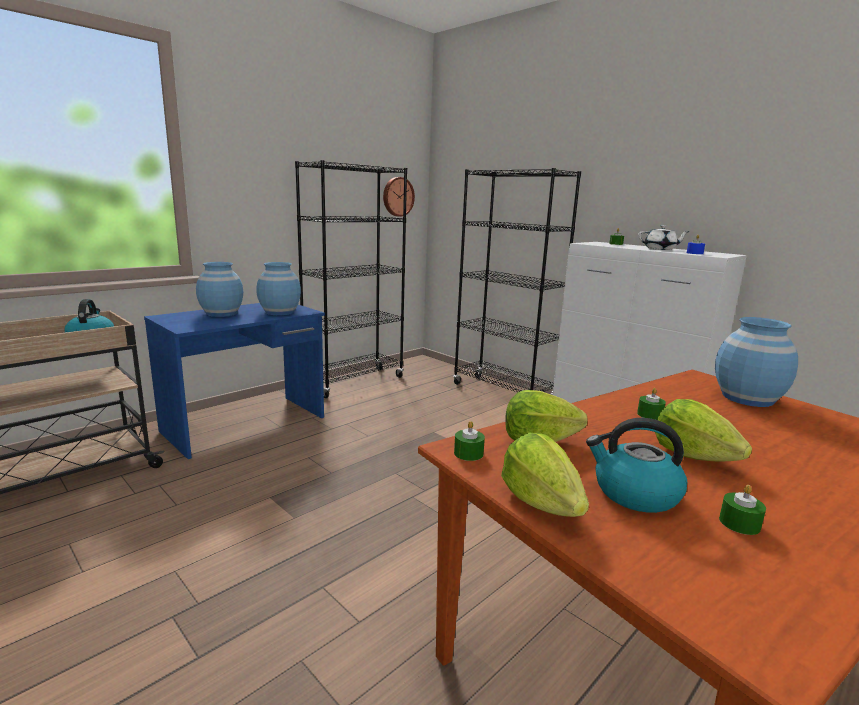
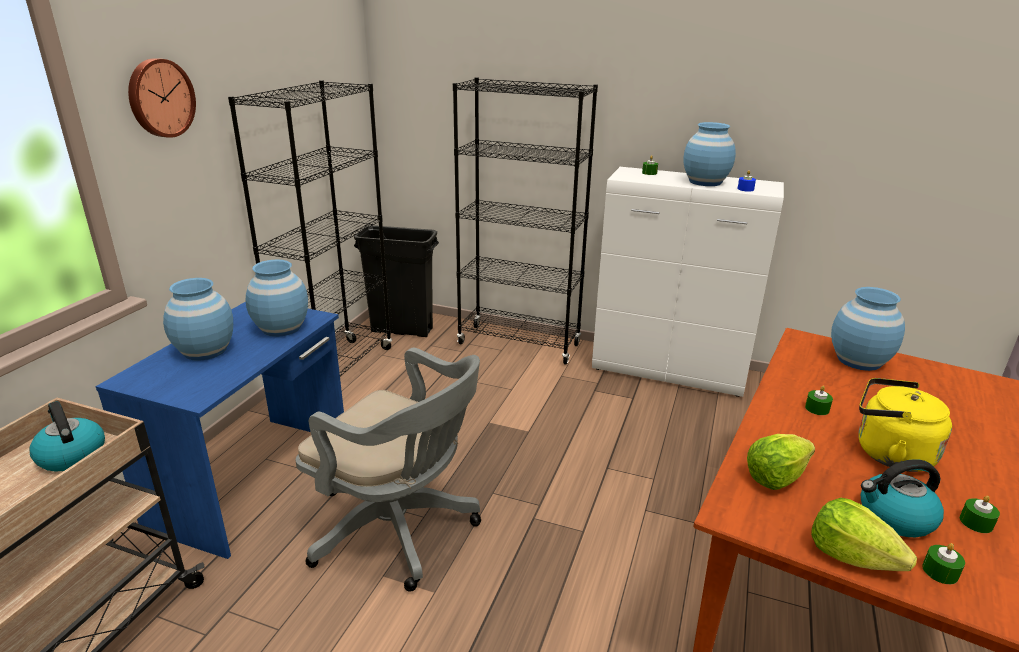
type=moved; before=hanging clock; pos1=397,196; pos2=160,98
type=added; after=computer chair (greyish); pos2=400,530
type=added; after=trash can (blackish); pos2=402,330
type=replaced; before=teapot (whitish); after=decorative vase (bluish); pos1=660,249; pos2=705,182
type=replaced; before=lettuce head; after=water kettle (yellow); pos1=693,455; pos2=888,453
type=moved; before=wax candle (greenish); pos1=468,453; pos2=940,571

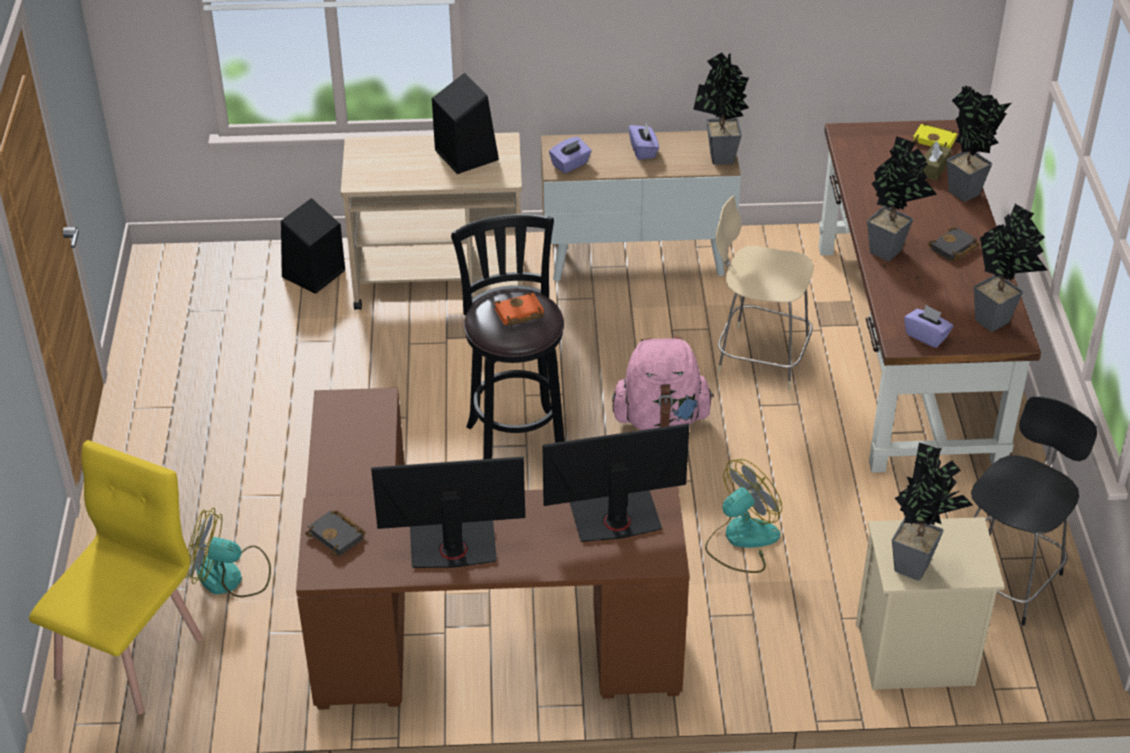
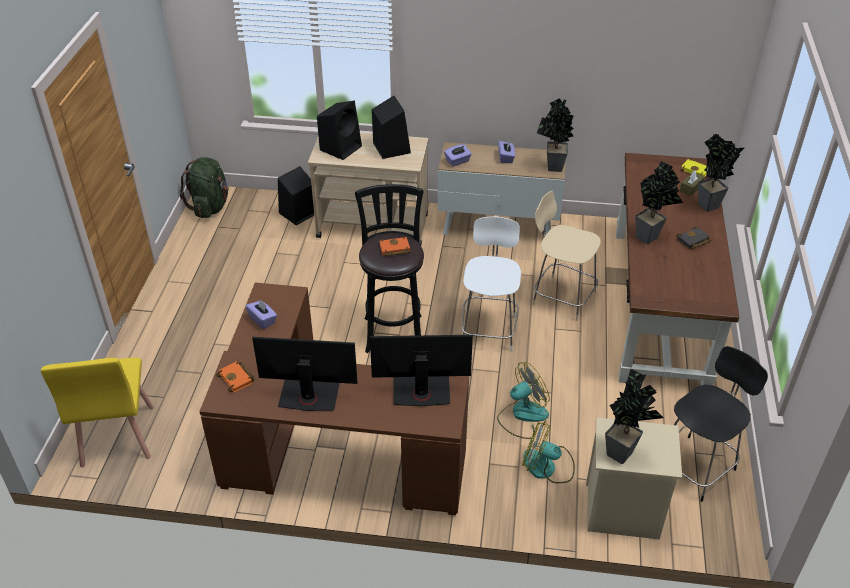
type=turned; before=plain chair (yellow); pos1=131,657; pos2=117,436; turn=135
type=added; after=rucksack (greenish); pos2=210,207
type=recoloured; before=volume (blackish); after=volume (orange); pos1=338,536; pos2=237,379
type=moved; before=tissue holder (purple); pos1=926,336; pos2=262,320
type=added; after=loudspeaker (blackish); pos2=341,147
type=replaced; before=rucksack (pink-coloured); after=plain chair (whitish); pos1=661,418; pos2=489,329
type=moved; before=cooling fan; pos1=230,577; pos2=547,467
type=removed; before=houseplant; pos1=998,320

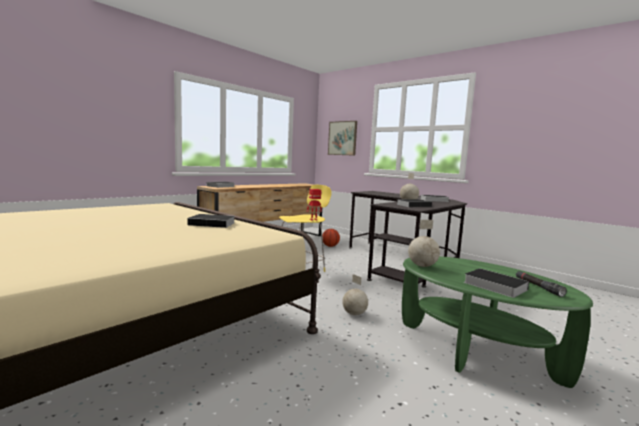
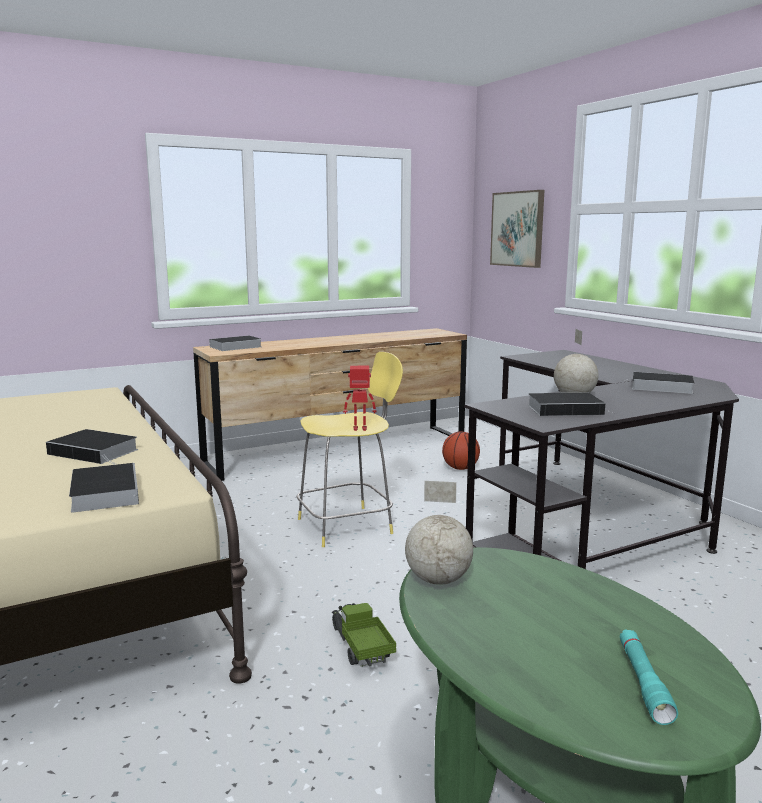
type=moved; before=volume; pos1=492,285; pos2=104,492
type=replaced; before=globe; after=toy lorry; pos1=354,314; pos2=360,647
type=recoloured; before=hand torch (blackish); after=hand torch (turquoise-coloured); pos1=538,287; pos2=643,682

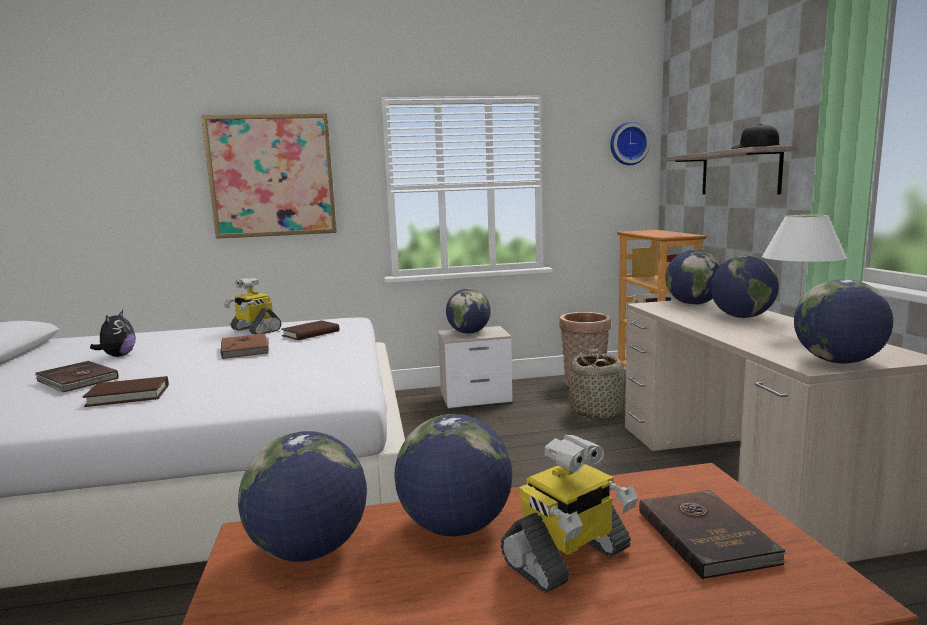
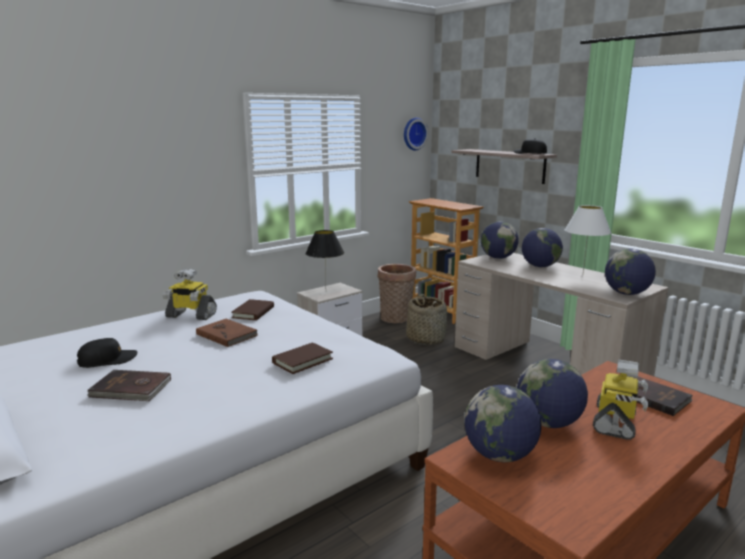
type=replaced; before=plush toy; after=baseball cap (blackish); pos1=118,356; pos2=107,360
type=moved; before=volume (brownish); pos1=128,395; pos2=302,361
type=replaced; before=globe; after=tabletop lamp (blackish); pos1=469,332; pos2=326,291
type=removed; before=picture; pos1=272,176

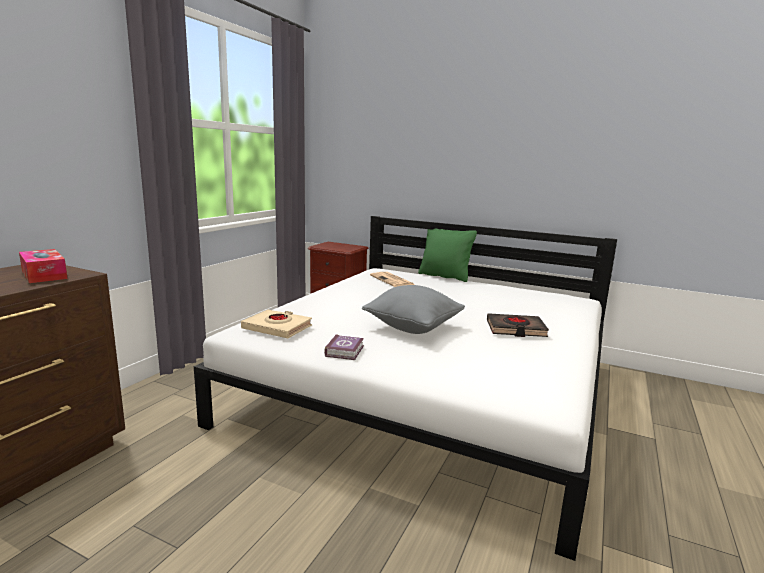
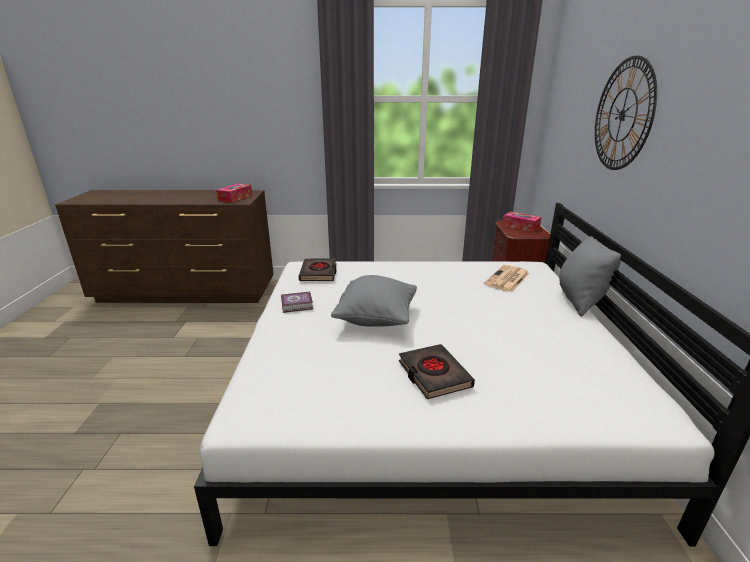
type=recoloured; before=volume (beige); after=volume (blackish); pos1=277,328; pos2=319,273
type=added; after=tissue holder; pos2=520,226
type=recoloured; before=pillow (greenish); after=pillow (greyish); pos1=444,276; pos2=579,300
type=added; after=hanging clock; pos2=622,115

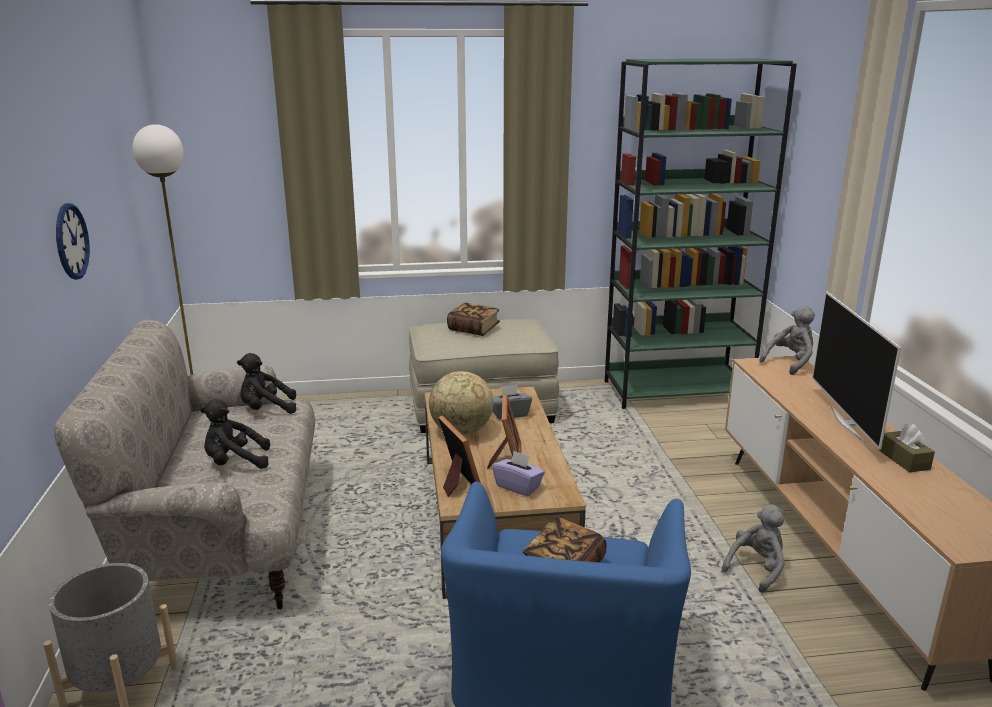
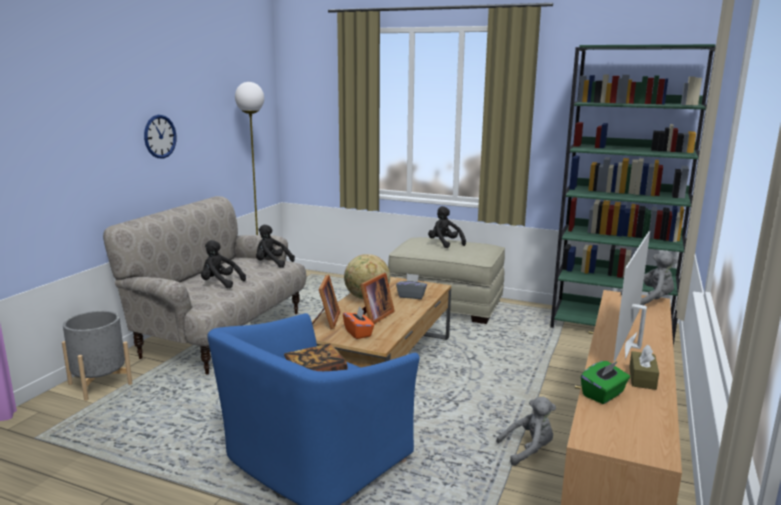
type=recoloured; before=tissue holder (purple); after=tissue holder (orange); pos1=518,486; pos2=358,333
type=replaced; before=volume; after=plush toy (blackish); pos1=473,329; pos2=444,244
type=added; after=tissue holder (greenish); pos2=603,394

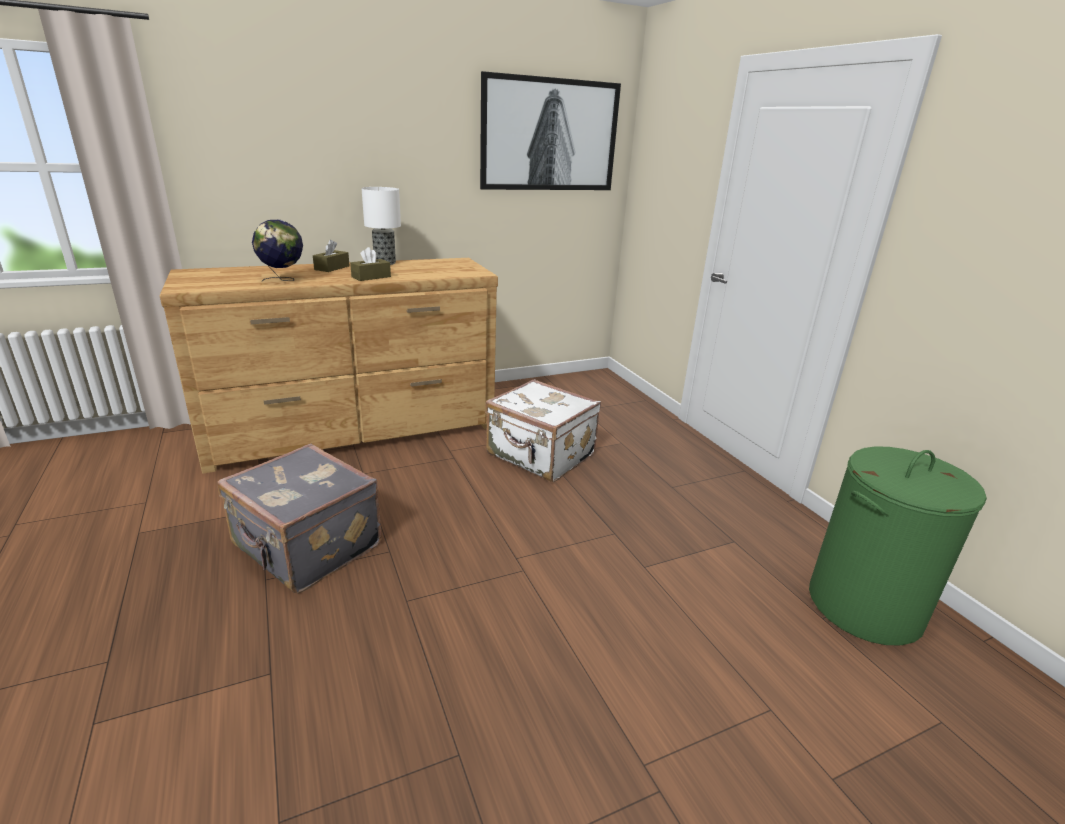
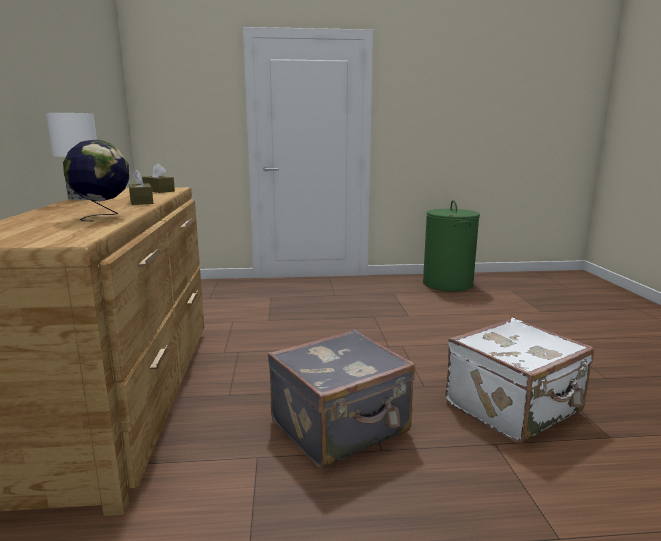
type=moved; before=tissue holder (brownish); pos1=332,268; pos2=159,191
type=moved; before=travel case (whitish); pos1=540,456; pos2=515,408
type=removed; before=picture; pos1=550,135

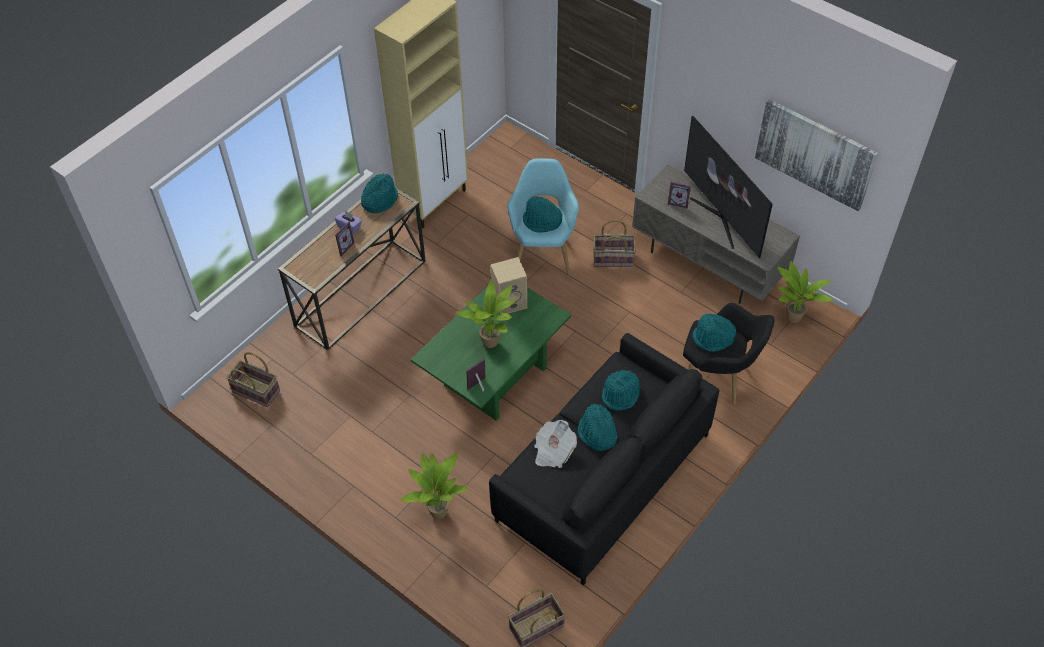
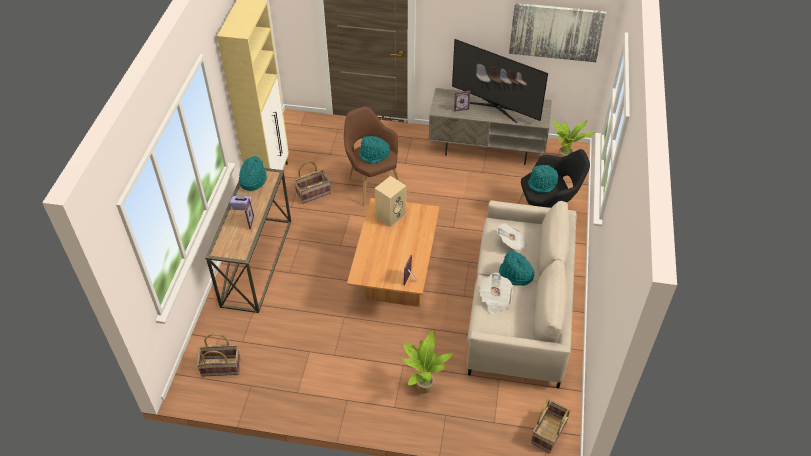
type=moved; before=household basket; pos1=613,258; pos2=313,193
type=recoloured; before=armchair (turquoise-coloured); after=armchair (brownish); pos1=543,251; pos2=372,182
type=recoloured; before=low table (greenish); after=low table (brownish); pos1=493,374; pos2=395,276
type=recoloured; before=settee (blackish); after=settee (beige); pos1=602,477; pos2=518,311
type=replaced; before=clothing hat (turquoise-coloured); after=daily paper; pos1=621,395; pos2=512,243
type=removed; before=houseplant; pos1=492,344

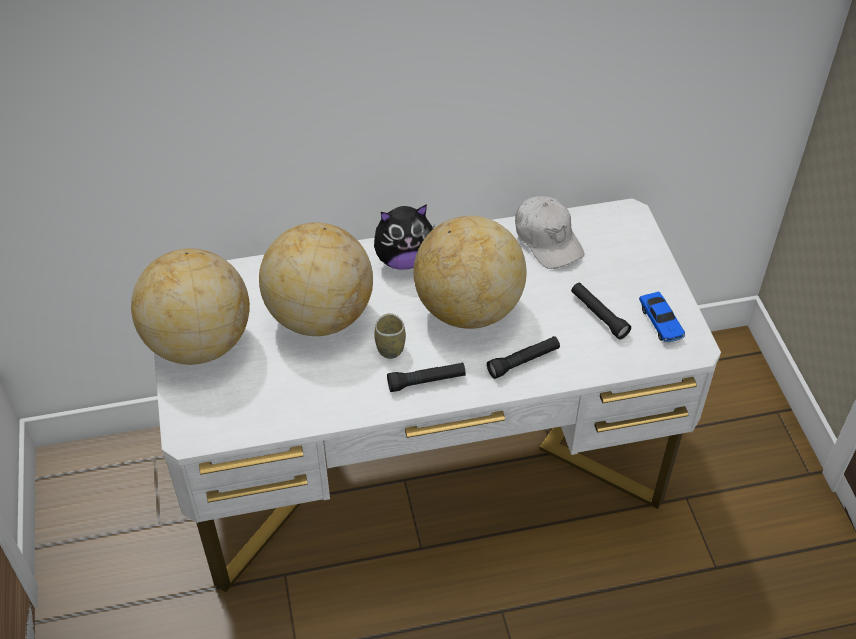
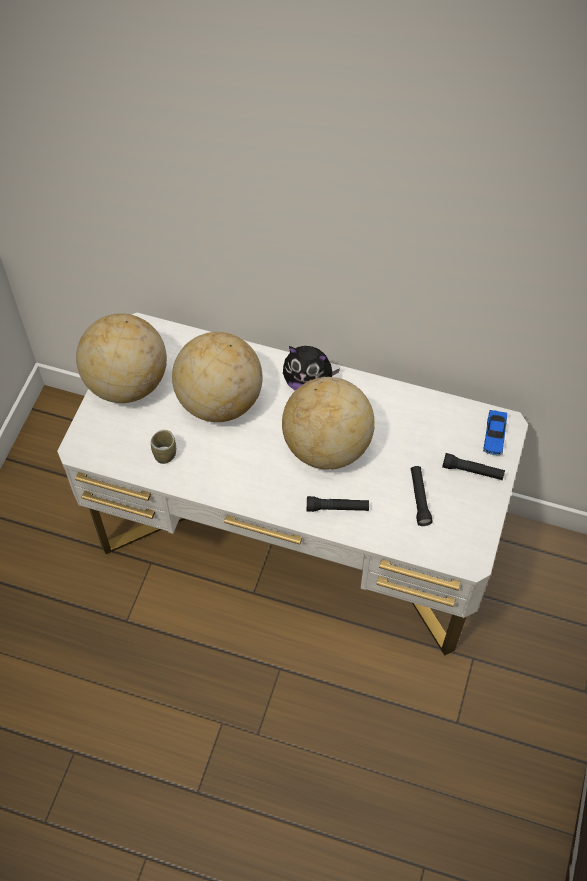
type=moved; before=cup; pos1=390,348; pos2=165,454
type=moved; before=hand torch (blackish); pos1=426,381; pos2=472,471
type=moved; before=model car; pos1=660,322; pos2=494,436
type=removed; before=baseball cap (whitish); pos1=547,240

